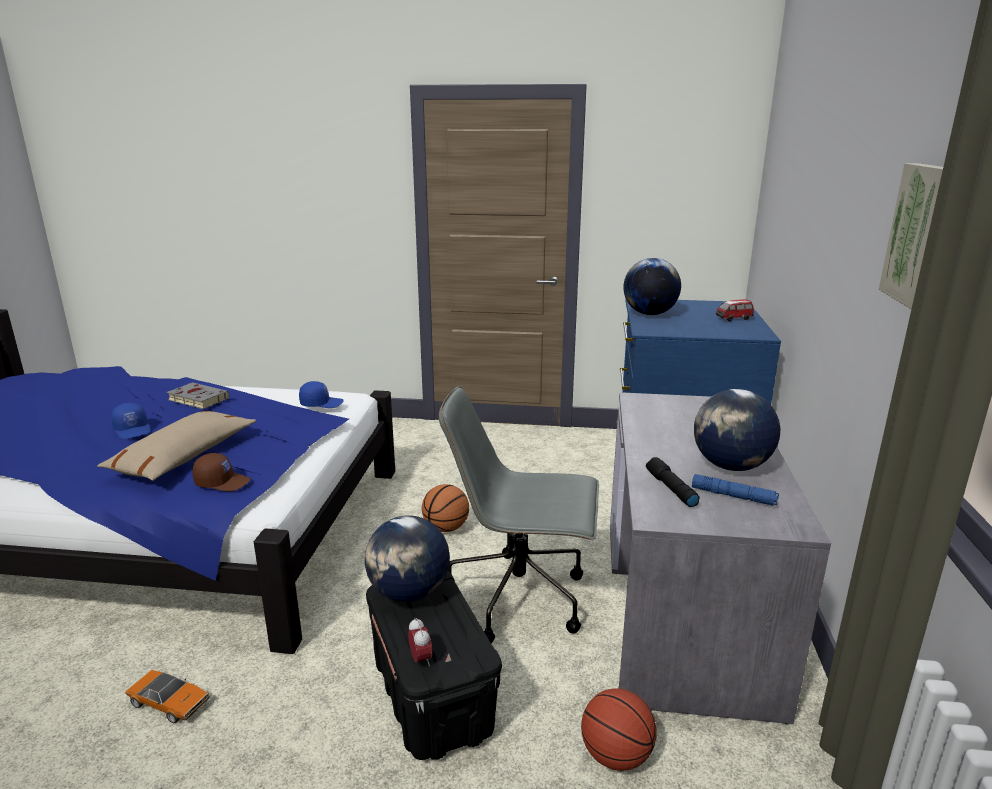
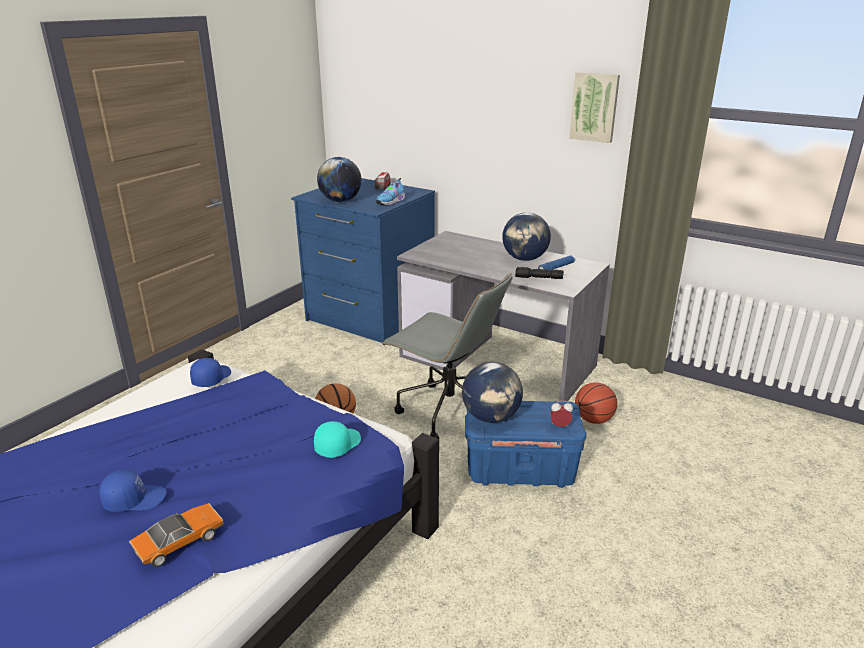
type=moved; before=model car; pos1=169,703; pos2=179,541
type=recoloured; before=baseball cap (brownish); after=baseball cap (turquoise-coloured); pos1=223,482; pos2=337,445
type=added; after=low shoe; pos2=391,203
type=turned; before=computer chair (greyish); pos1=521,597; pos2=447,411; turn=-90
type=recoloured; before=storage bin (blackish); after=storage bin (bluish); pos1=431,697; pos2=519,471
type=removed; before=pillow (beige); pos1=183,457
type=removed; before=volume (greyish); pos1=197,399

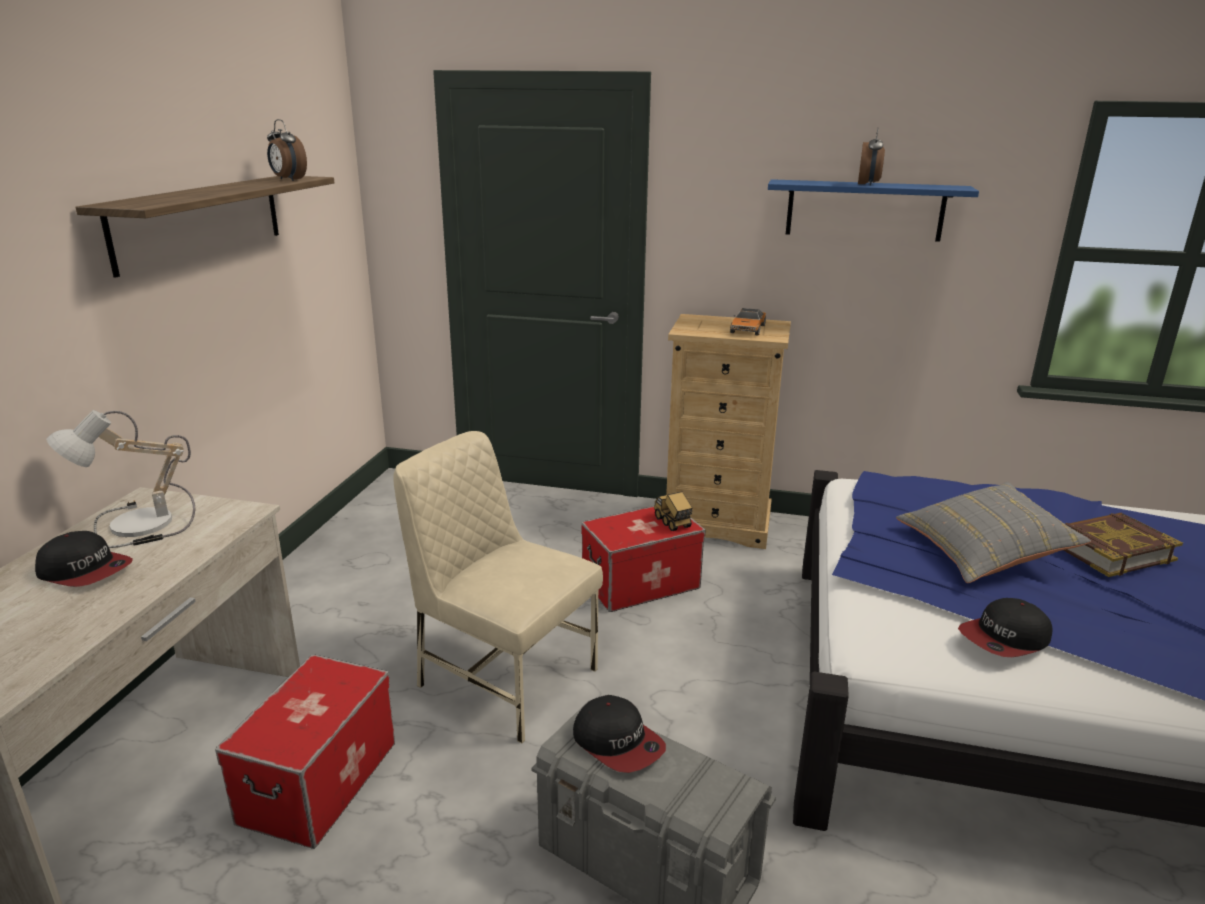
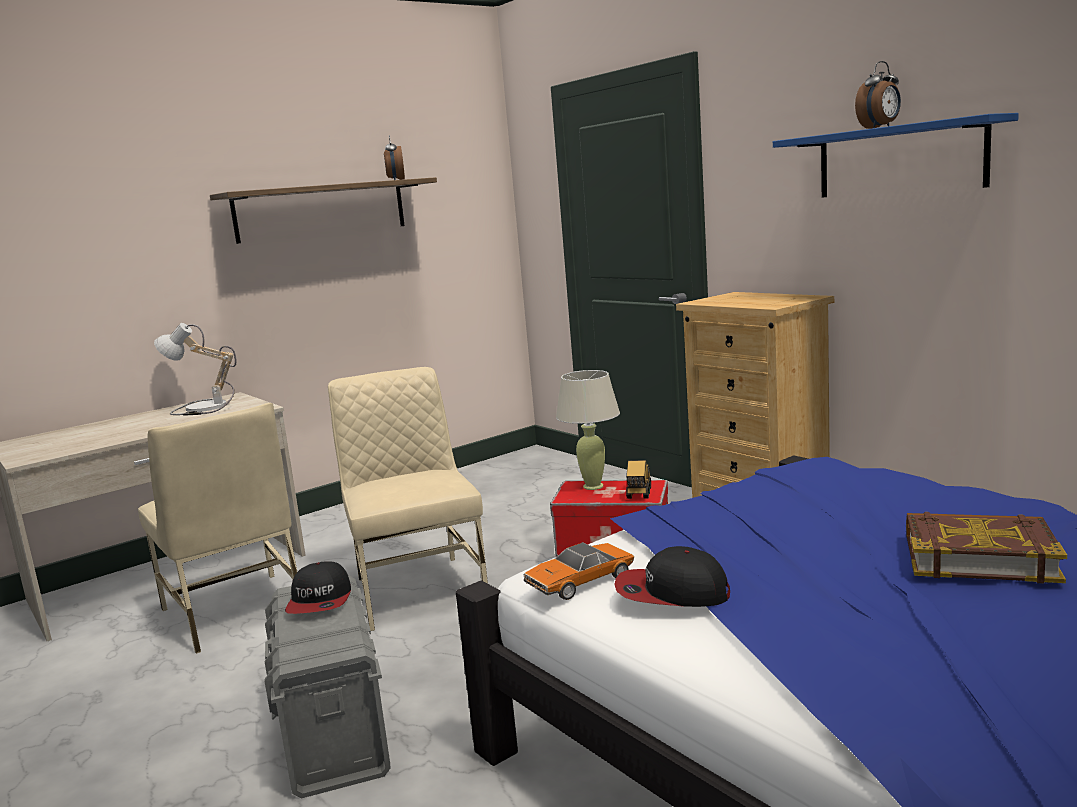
type=replaced; before=storage bin; after=plain chair (beige); pos1=319,782; pos2=235,613
type=moved; before=model car; pos1=747,329; pos2=580,582
type=added; after=tabletop lamp (beige); pos2=593,486
type=removed; before=baseball cap; pos1=85,570
type=removed; before=pillow (greyish); pos1=982,553

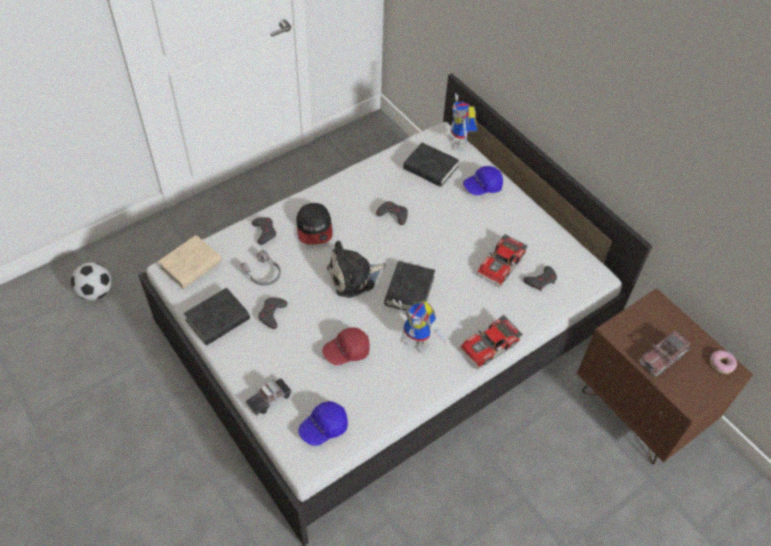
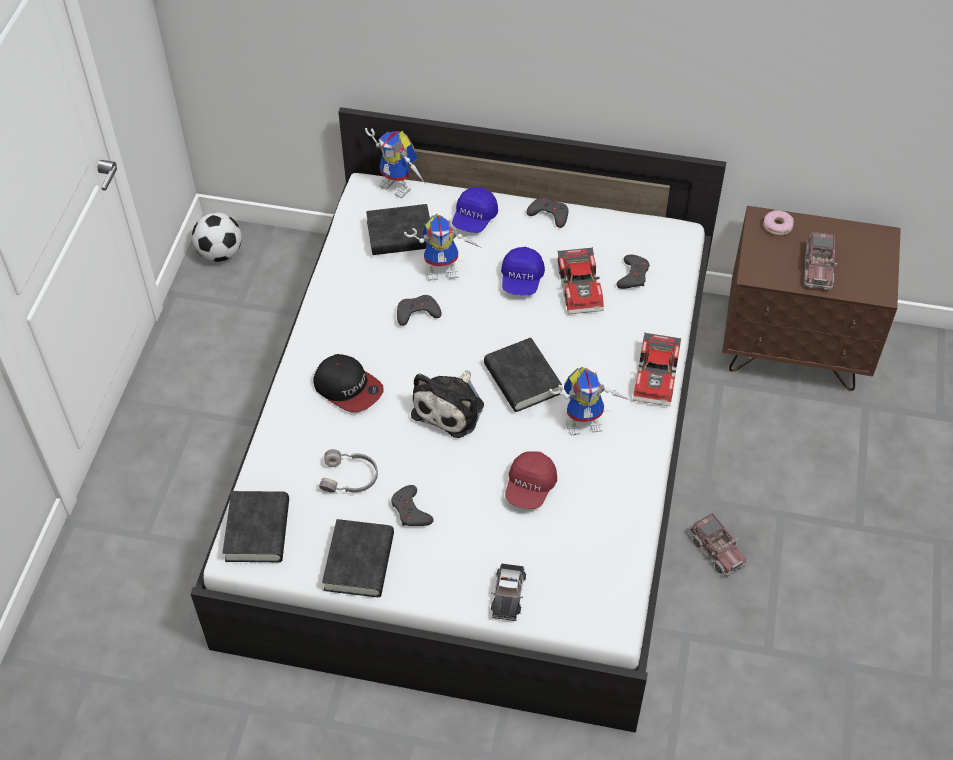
type=moved; before=ball for football; pos1=96,292; pos2=220,253
type=recoloured; before=volume (beige); after=volume (blackish); pos1=191,265; pos2=257,531
type=added; after=toy robot; pos2=444,269
type=moved; before=baseball cap (bluish); pos1=323,428; pos2=521,280
type=moved; before=gamepad (greyish); pos1=264,232; pos2=549,214
type=added; after=toy lorry; pos2=716,550
type=moved; before=donut; pos1=721,364; pos2=777,226

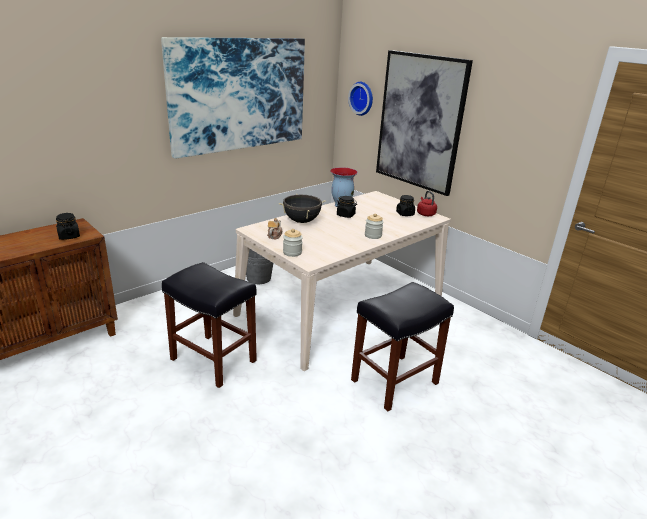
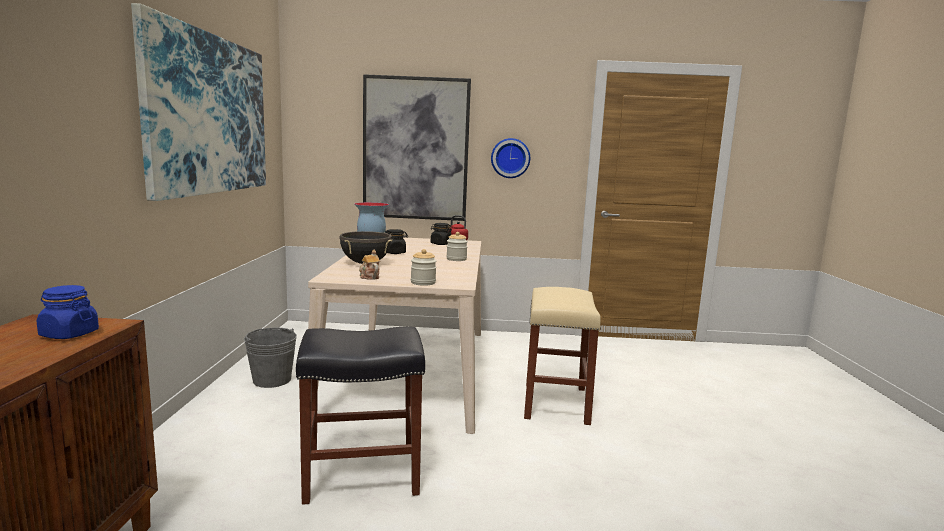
type=recoloured; before=jar (blackish); after=jar (bluish); pos1=69,236; pos2=69,334
type=moved; before=hanging clock; pos1=362,98; pos2=510,158
type=recoloured; before=stool seat (blackish); after=stool seat (beige); pos1=394,382; pos2=556,403

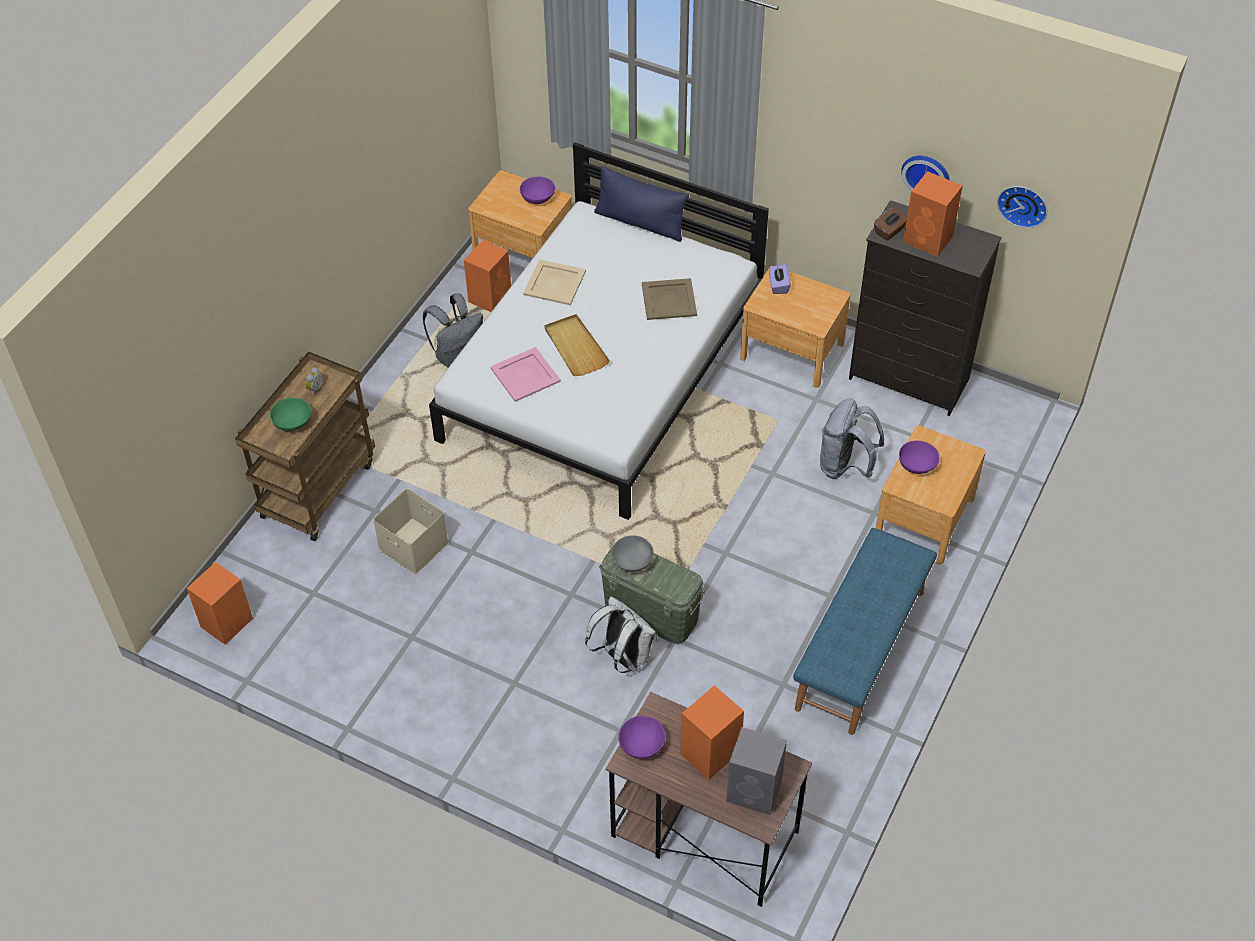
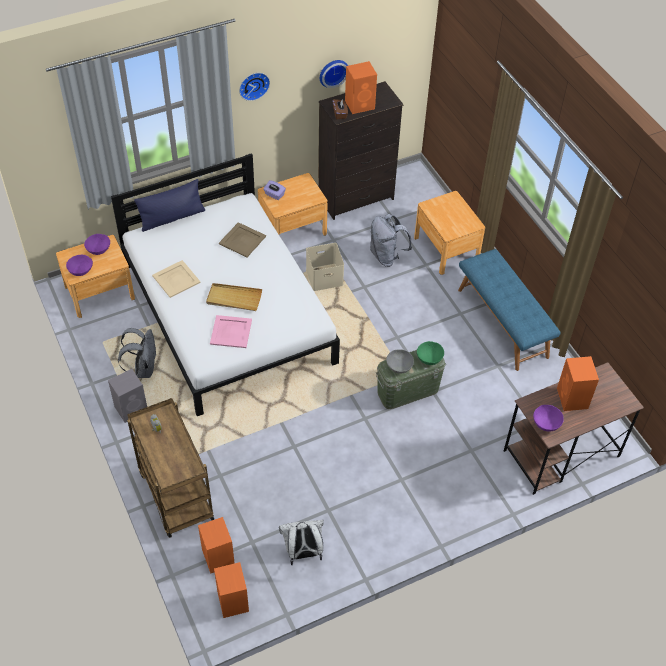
type=moved; before=deep dish (purple); pos1=917,466; pos2=81,271
type=moved; before=loudspeaker (greyish); pos1=755,791; pos2=132,408
type=moved; before=loudspeaker (orange); pos1=490,297; pos2=218,556
type=moved; before=hanging clock; pos1=1023,204; pos2=253,85
type=moved; before=rucksack (whitish); pos1=623,657; pos2=303,553
type=moved; before=storage bin (beige); pos1=412,546; pos2=324,278
type=moved; before=deep dish (greenish); pos1=293,423; pos2=429,358

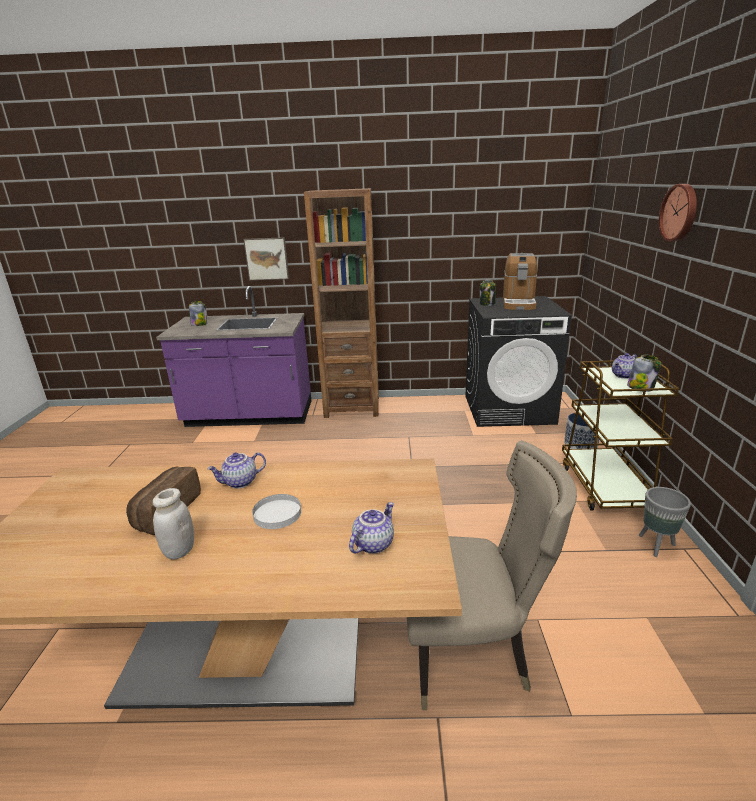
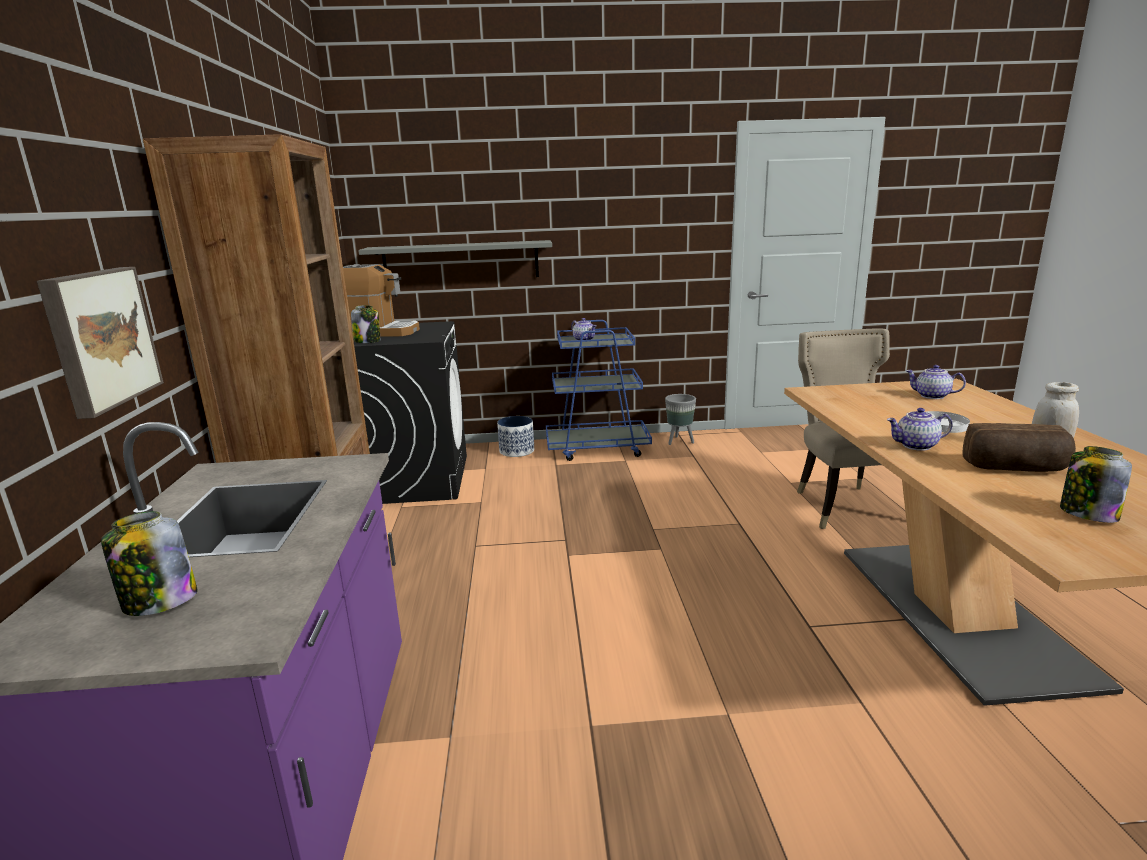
type=added; after=bracket shelf (greyish); pos2=461,262
type=recoloured; before=trolley (brownish); after=trolley (bluish); pos1=605,486; pos2=597,448
type=turned; before=teapot; pos1=240,482; pos2=916,446; turn=120
type=moved; before=jar; pos1=641,387; pos2=1087,514
type=removed; before=hanging clock; pos1=680,212

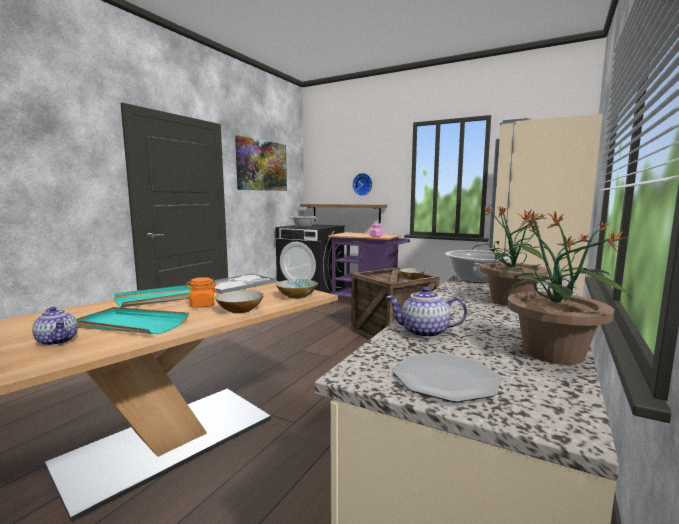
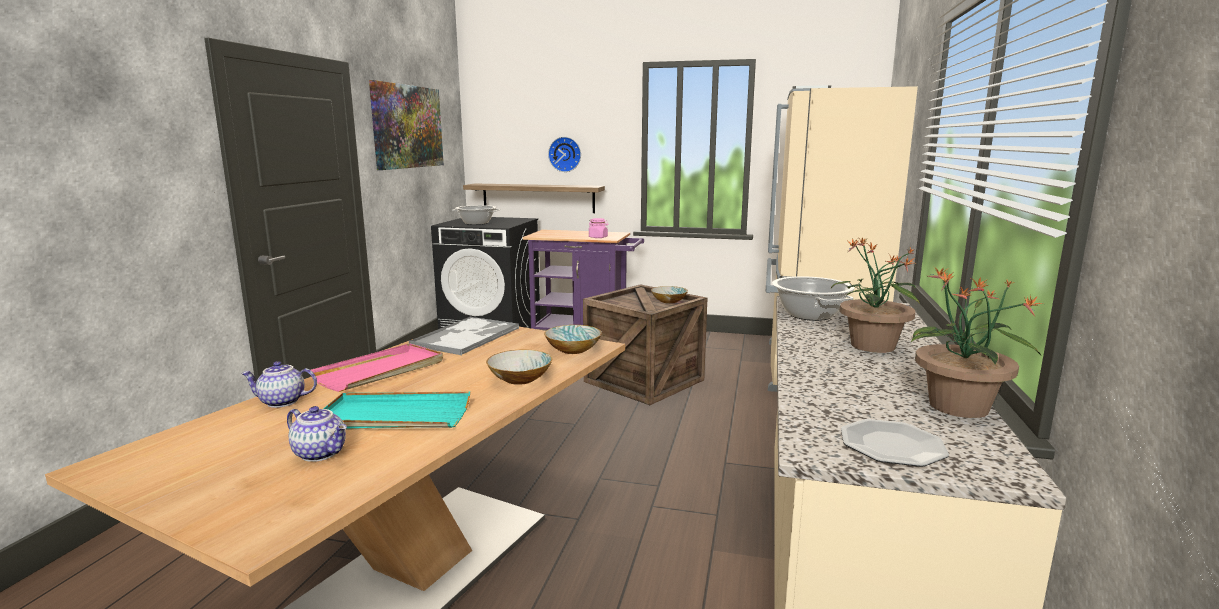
type=moved; before=teapot; pos1=424,333; pos2=281,402
type=recoloured; before=tray (turquoise-coloured); after=tray (pink-coloured); pos1=161,298; pos2=381,371
type=removed; before=jar (orange); pos1=202,305

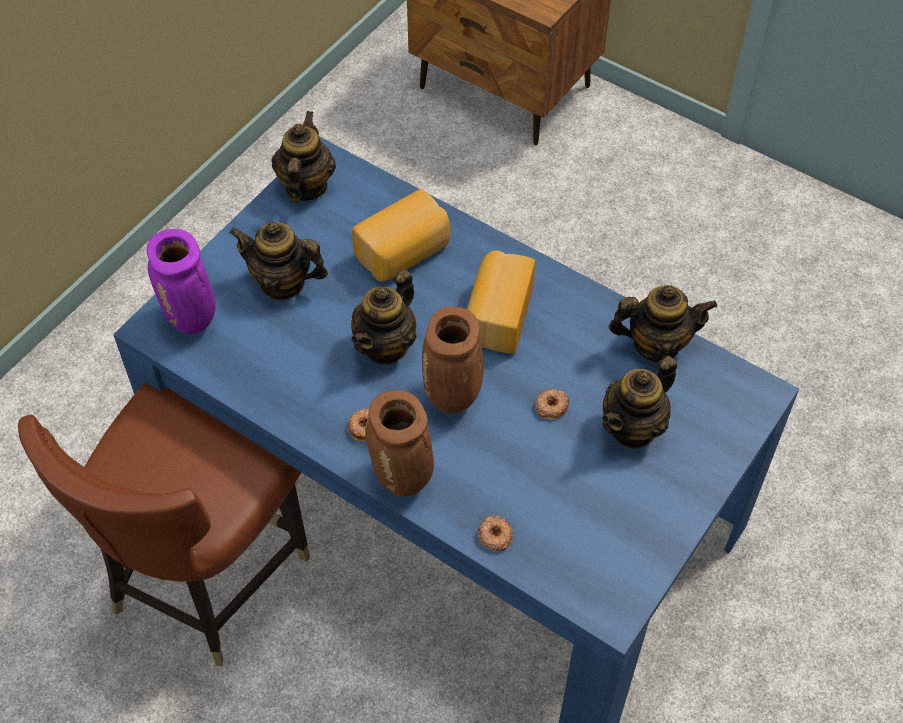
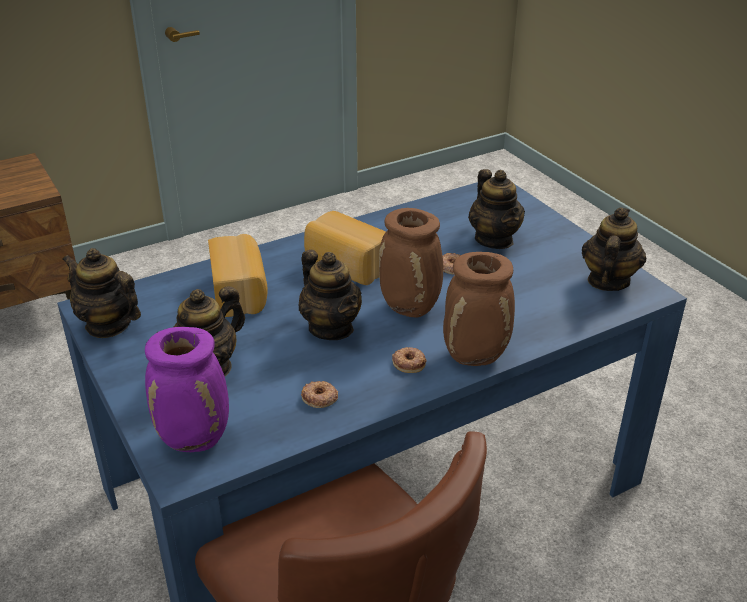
type=moved; before=donut; pos1=495,535; pos2=319,398
type=moved; before=teapot; pos1=656,344; pos2=607,281

